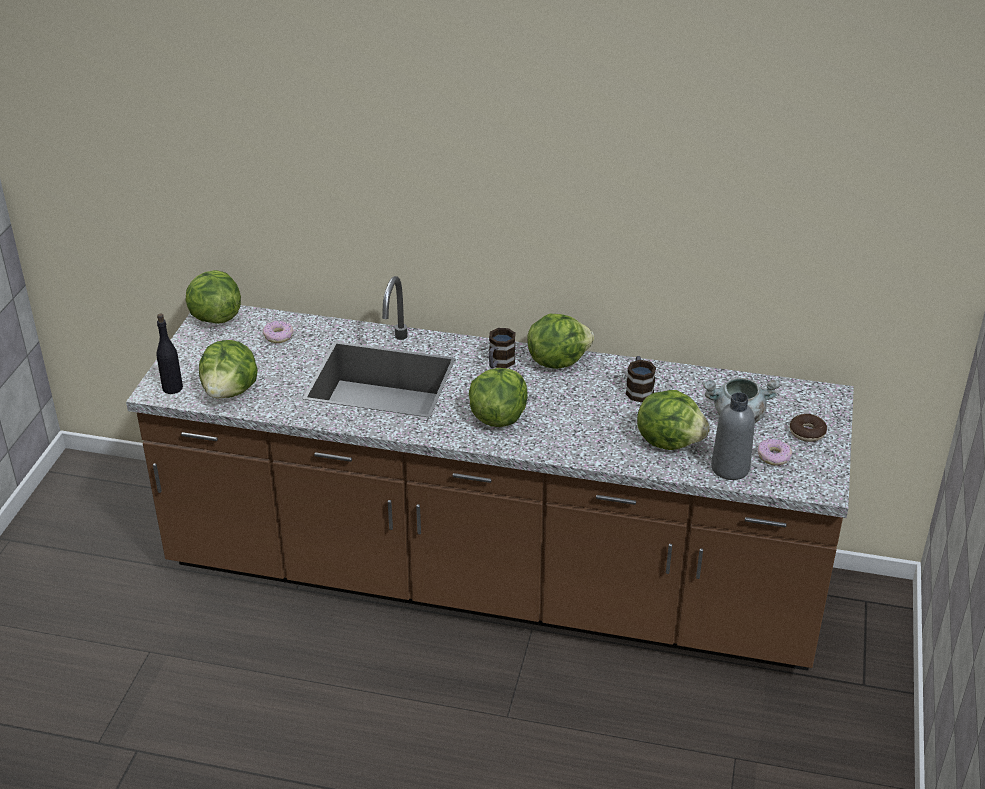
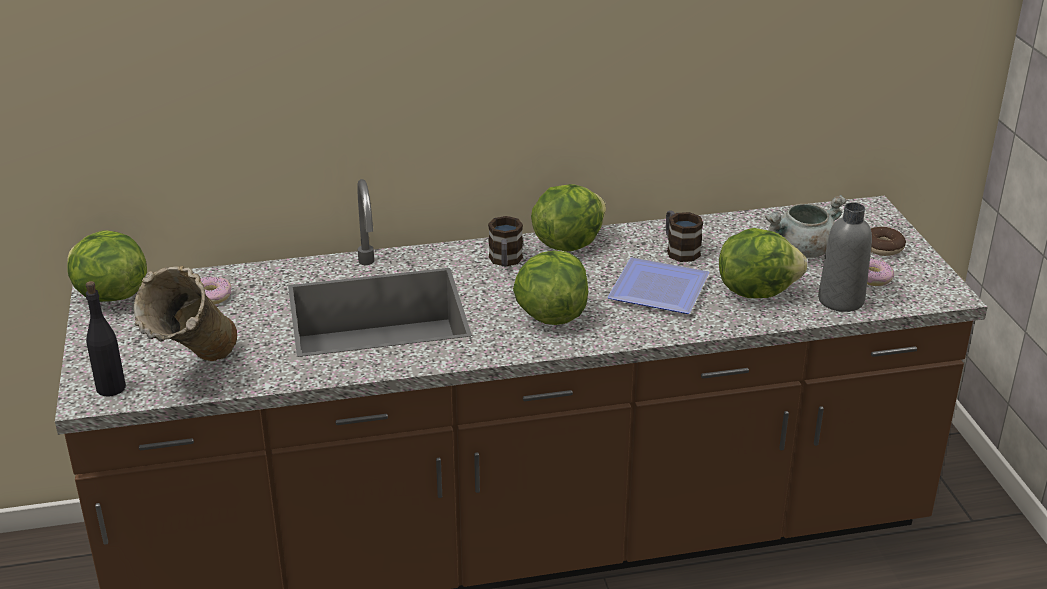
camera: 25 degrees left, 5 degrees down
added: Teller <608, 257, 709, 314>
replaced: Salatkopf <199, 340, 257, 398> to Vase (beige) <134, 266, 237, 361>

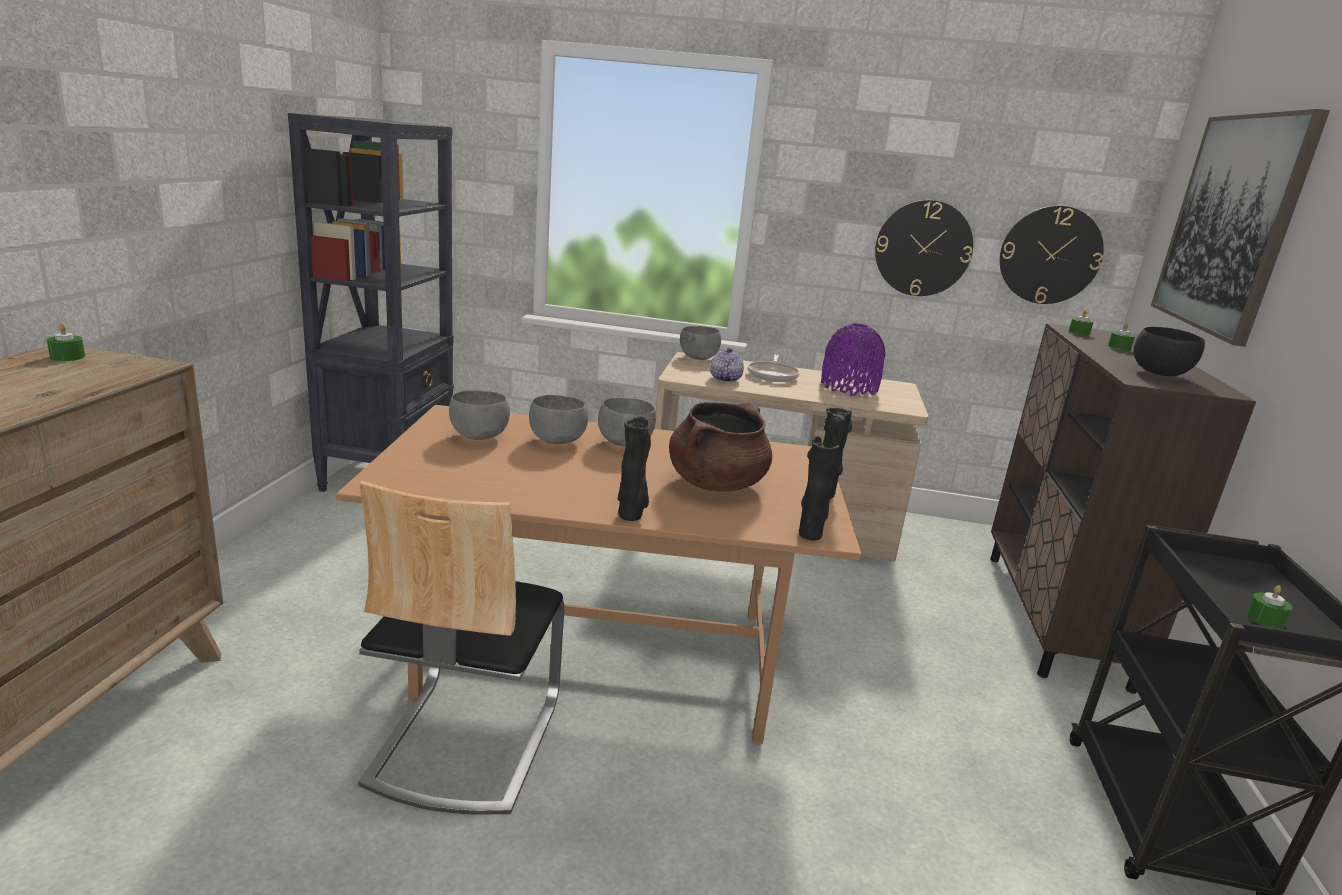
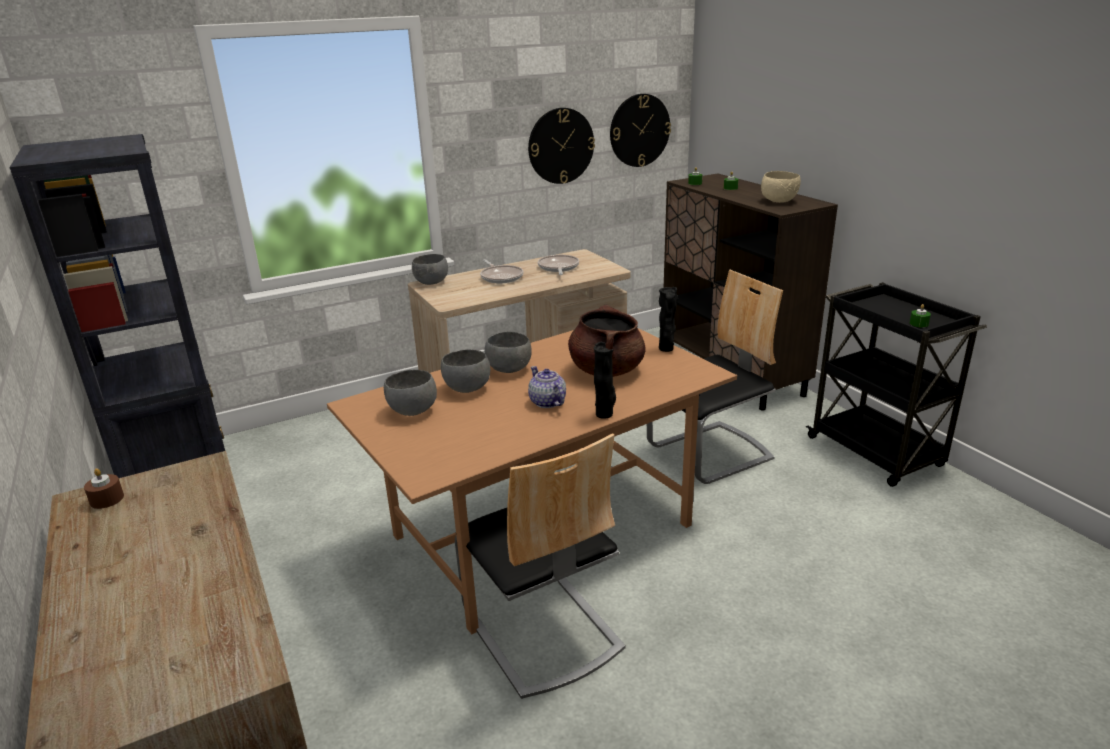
camera: 35 degrees left, 5 degrees up
removed: Vase (schwarz) <799, 436, 840, 540>; Bild <1151, 109, 1330, 347>
added: Stuhl <647, 270, 783, 484>
moved: Teekanne <710, 348, 744, 382> to <528, 366, 566, 408>
replaced: Vase (lila) <821, 323, 886, 396> to Pfanne <538, 255, 579, 275>
recoloured: Kerze (grün) <47, 323, 85, 361> to Kerze (braun) <84, 468, 124, 509>; Schüssel (schwarz) <1133, 327, 1205, 376> to Schüssel (beige) <761, 171, 801, 203>

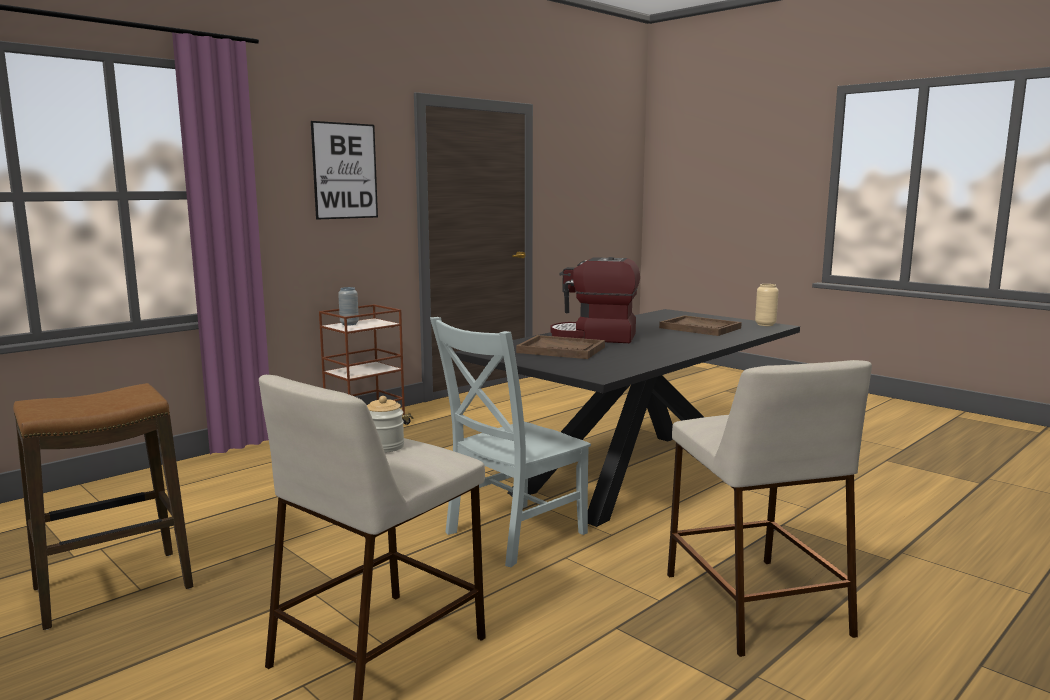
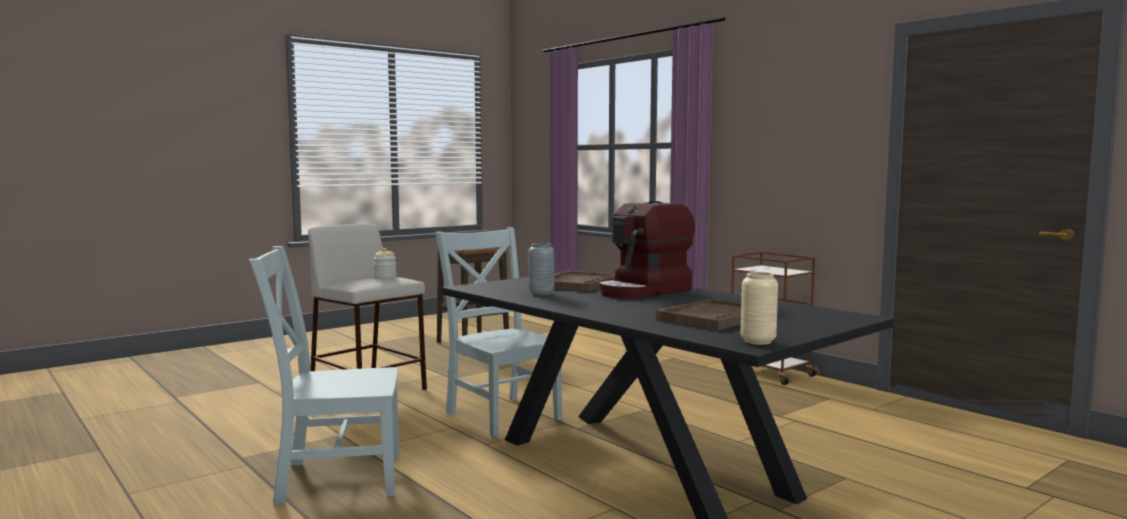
camera: 95 degrees right, 5 degrees down
removed: Bild <311, 121, 378, 220>
moved: Vase (grau) <338, 287, 359, 325> to <529, 243, 554, 295>
replaced: Hocker (beige) <667, 360, 872, 657> to Stuhl (grau) <249, 246, 399, 505>
turned: Kaffeemaschine <550, 257, 640, 343> = <598, 201, 695, 299> 150 degrees counterclockwise

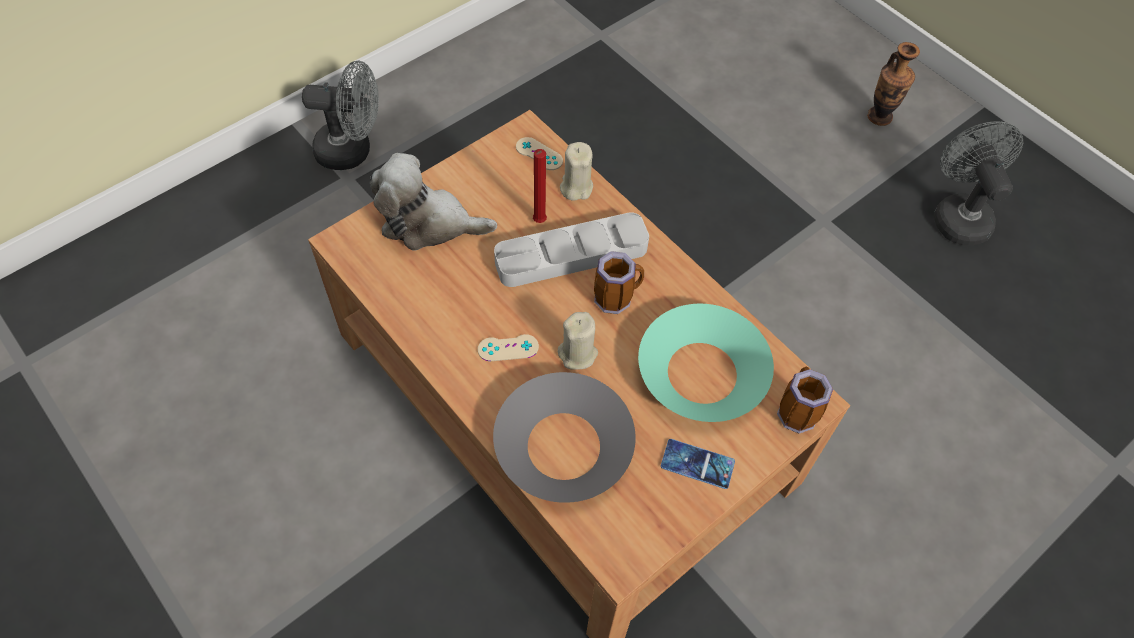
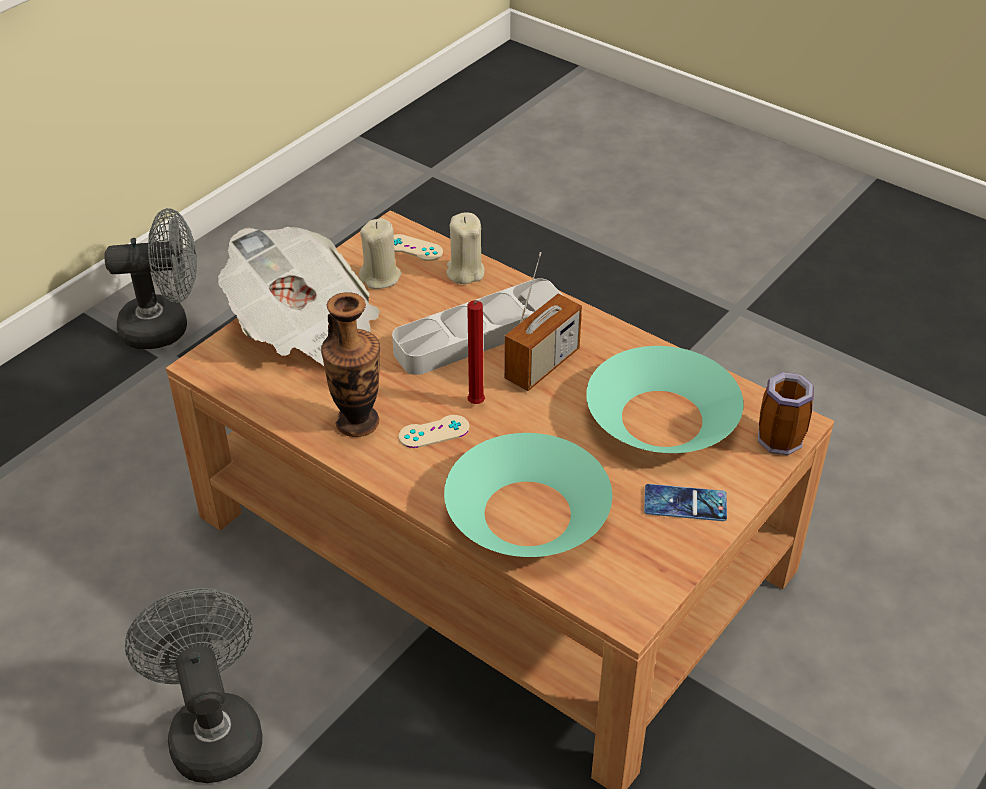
camera: 10 degrees left, 15 degrees down
moved: Kerze (rot) <533, 149, 547, 223> to <467, 300, 485, 404>; Kerze (beige) <558, 312, 598, 370> to <359, 218, 401, 289>; Vase <867, 42, 920, 126> to <321, 292, 380, 437>; Ventilator (grau) <934, 121, 1023, 245> to <125, 588, 263, 783>
replaced: Plüschtier <370, 153, 497, 251> to Zeitung <218, 227, 380, 366>; Henkelbecher <594, 251, 644, 314> to Radio <504, 252, 582, 391>
recoloured: Schüssel (grau) <493, 372, 636, 503> to Schüssel (türkis) <444, 433, 612, 557>

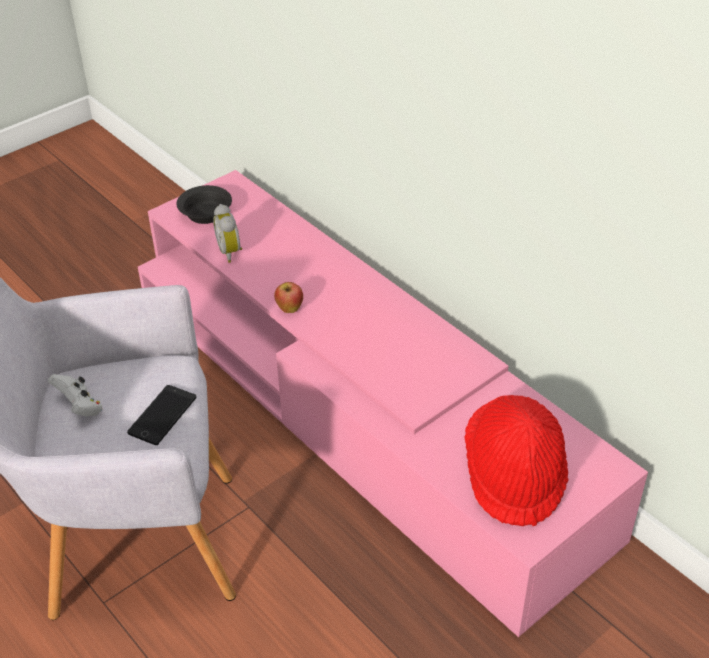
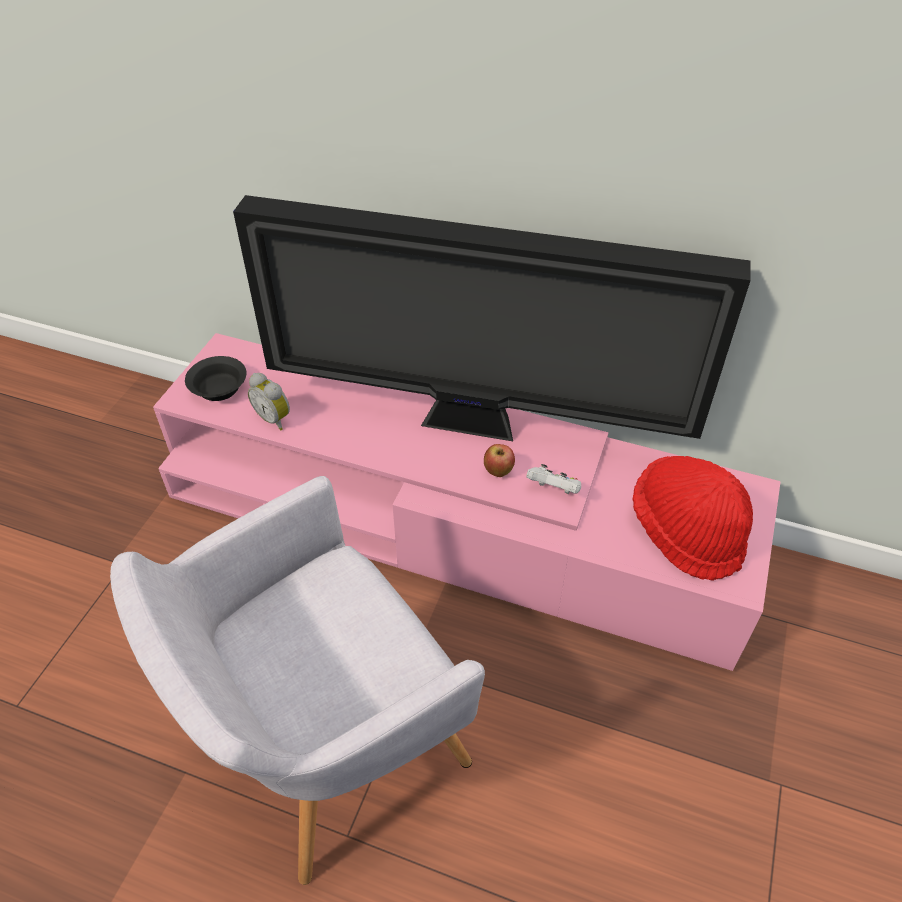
camera: 30 degrees left, 5 degrees up
removed: Handy <127, 385, 196, 445>
added: Fernseher <233, 195, 751, 441>
moved: Gamepad (weiß) <48, 374, 103, 416> to <526, 464, 581, 494>; Apfel <274, 282, 303, 313> to <484, 444, 515, 477>

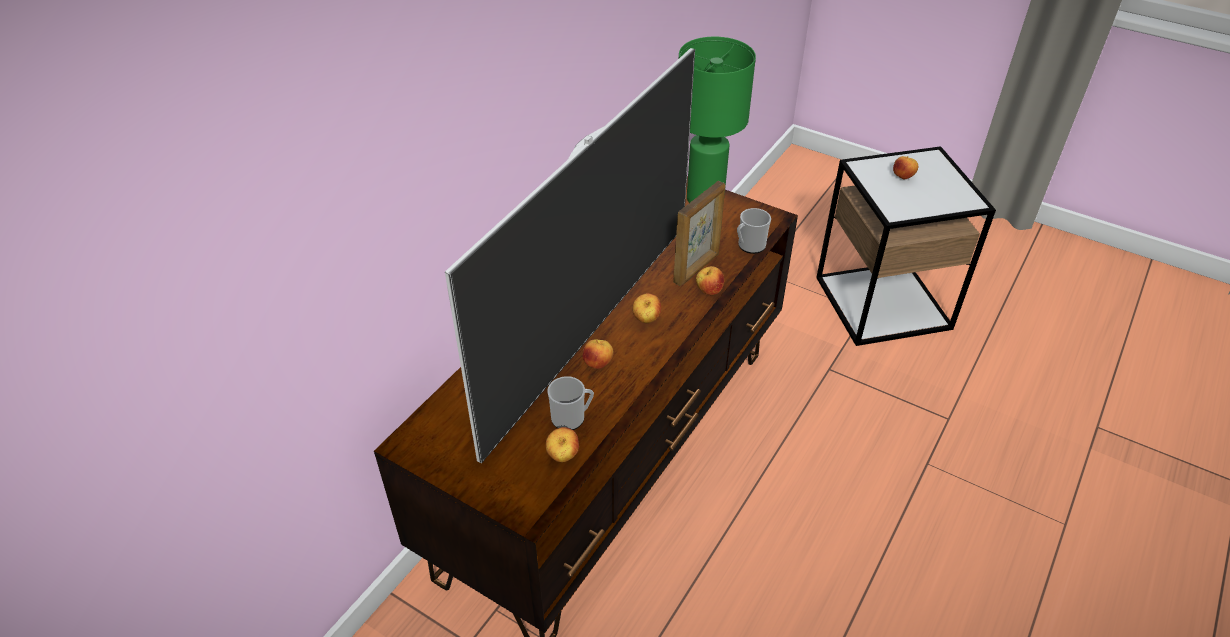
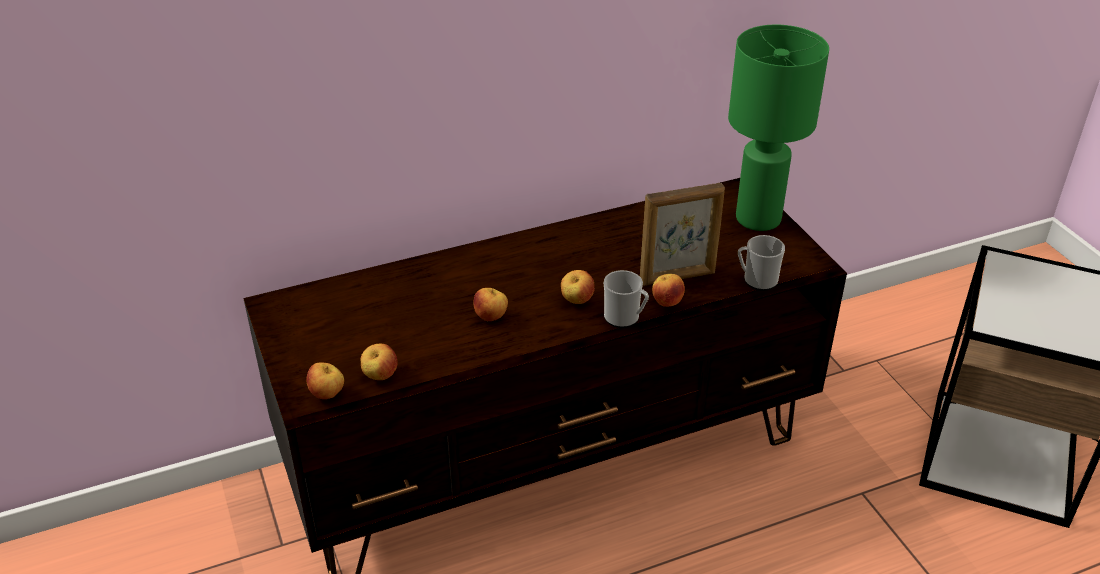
camera: 35 degrees right, 5 degrees down
removed: Fernseher <445, 48, 695, 463>
moved: Henkelbecher <547, 376, 594, 430> to <604, 270, 649, 328>; Apfel <893, 156, 918, 180> to <306, 362, 344, 399>

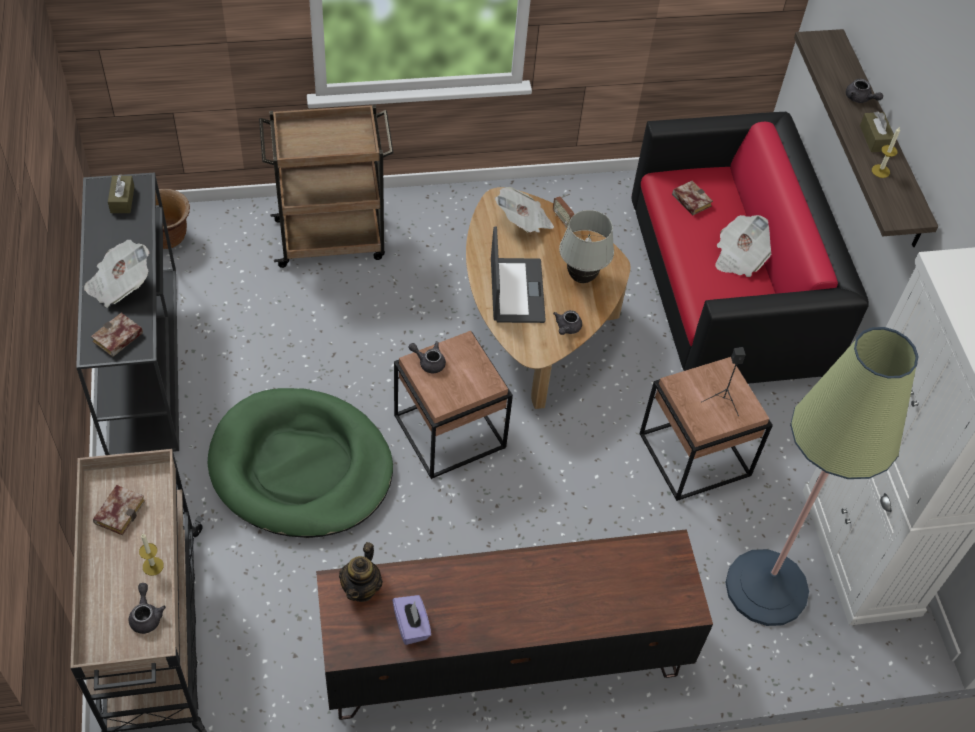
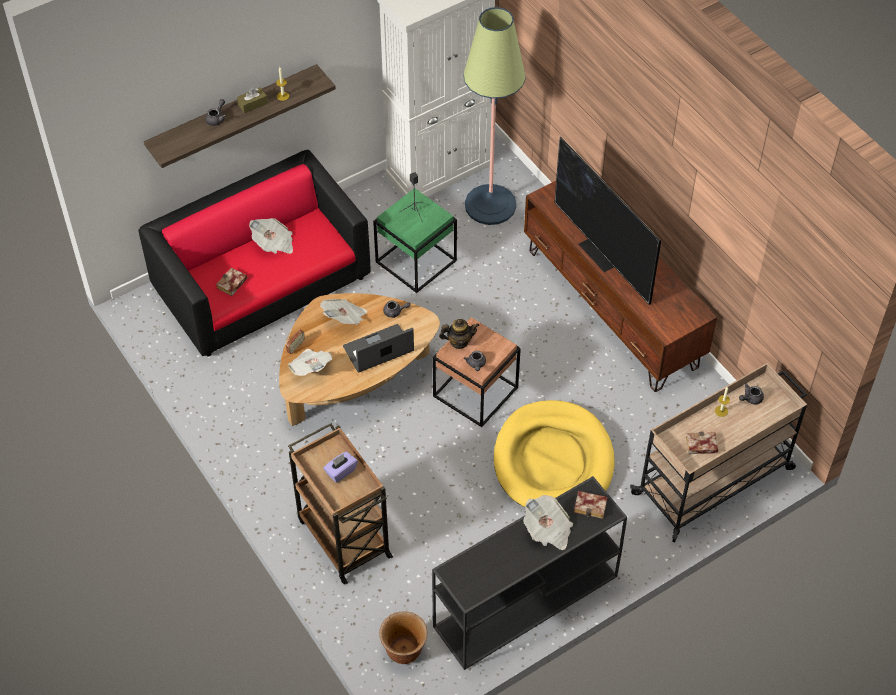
camera: 110 degrees left, 0 degrees up
removed: Taschentuchbox (braun) <108, 174, 134, 213>
added: Fernseher <554, 137, 661, 305>
moved: Teekanne <339, 542, 383, 602> to <439, 319, 479, 349>; Taschentuchbox (lila) <392, 595, 431, 645> to <323, 451, 358, 483>
replaced: Tischlampe (weiß) <559, 210, 614, 283> to Zeitung <320, 299, 368, 325>
recoloured: Hundebett (grün) <207, 388, 393, 538> to Hundebett (gelb) <494, 400, 615, 507>; Beistelltisch (braun) <640, 357, 773, 501> to Beistelltisch (grün) <373, 189, 457, 293>

